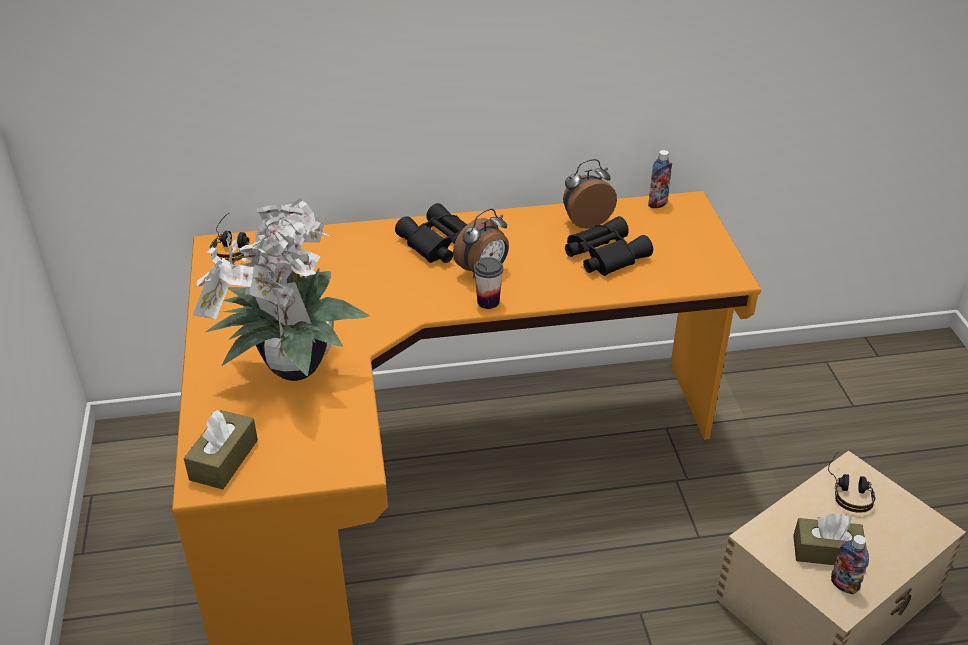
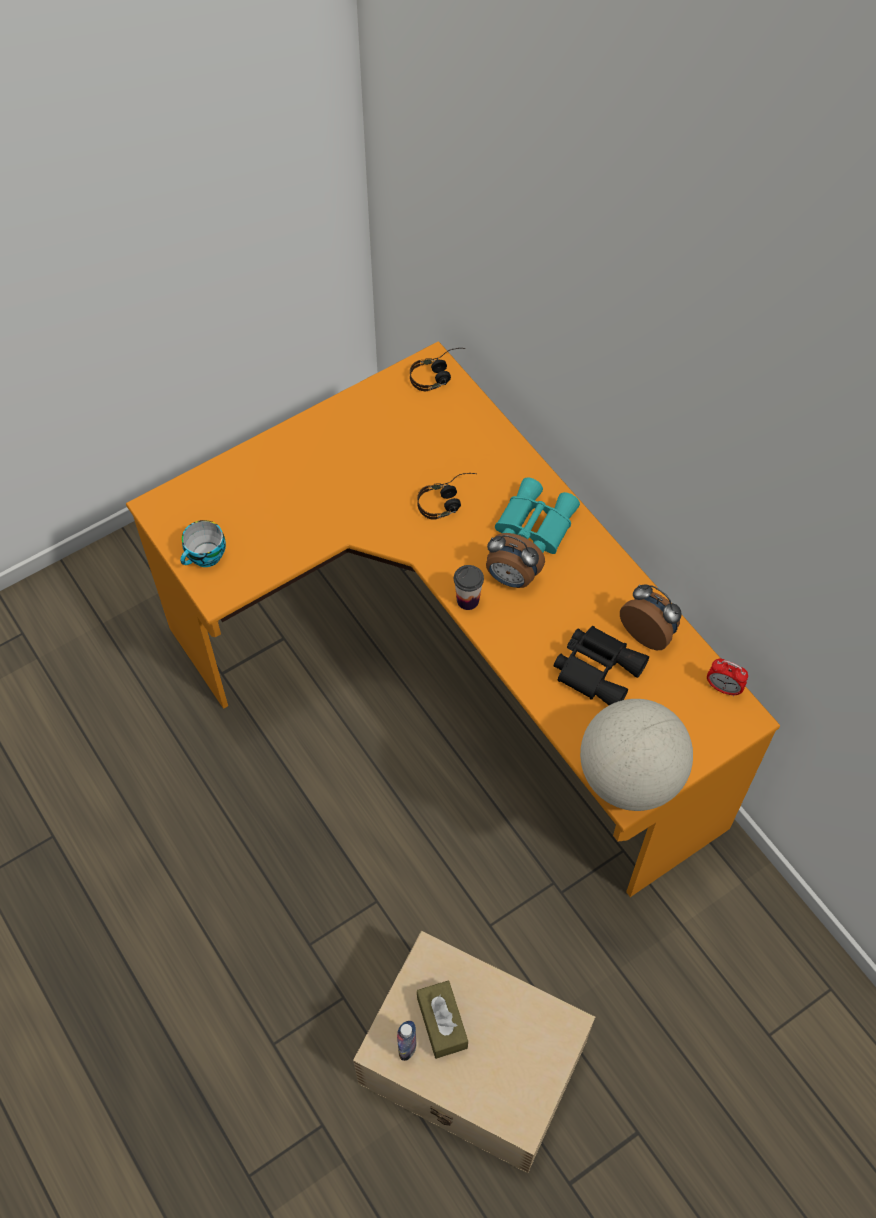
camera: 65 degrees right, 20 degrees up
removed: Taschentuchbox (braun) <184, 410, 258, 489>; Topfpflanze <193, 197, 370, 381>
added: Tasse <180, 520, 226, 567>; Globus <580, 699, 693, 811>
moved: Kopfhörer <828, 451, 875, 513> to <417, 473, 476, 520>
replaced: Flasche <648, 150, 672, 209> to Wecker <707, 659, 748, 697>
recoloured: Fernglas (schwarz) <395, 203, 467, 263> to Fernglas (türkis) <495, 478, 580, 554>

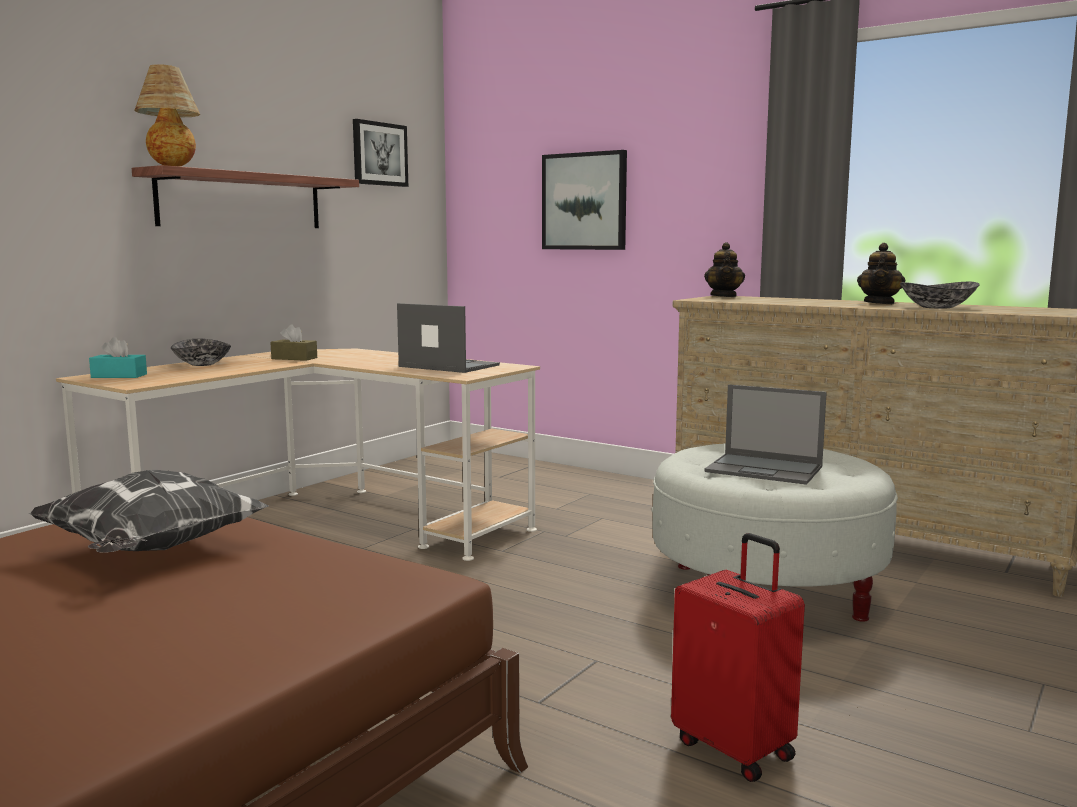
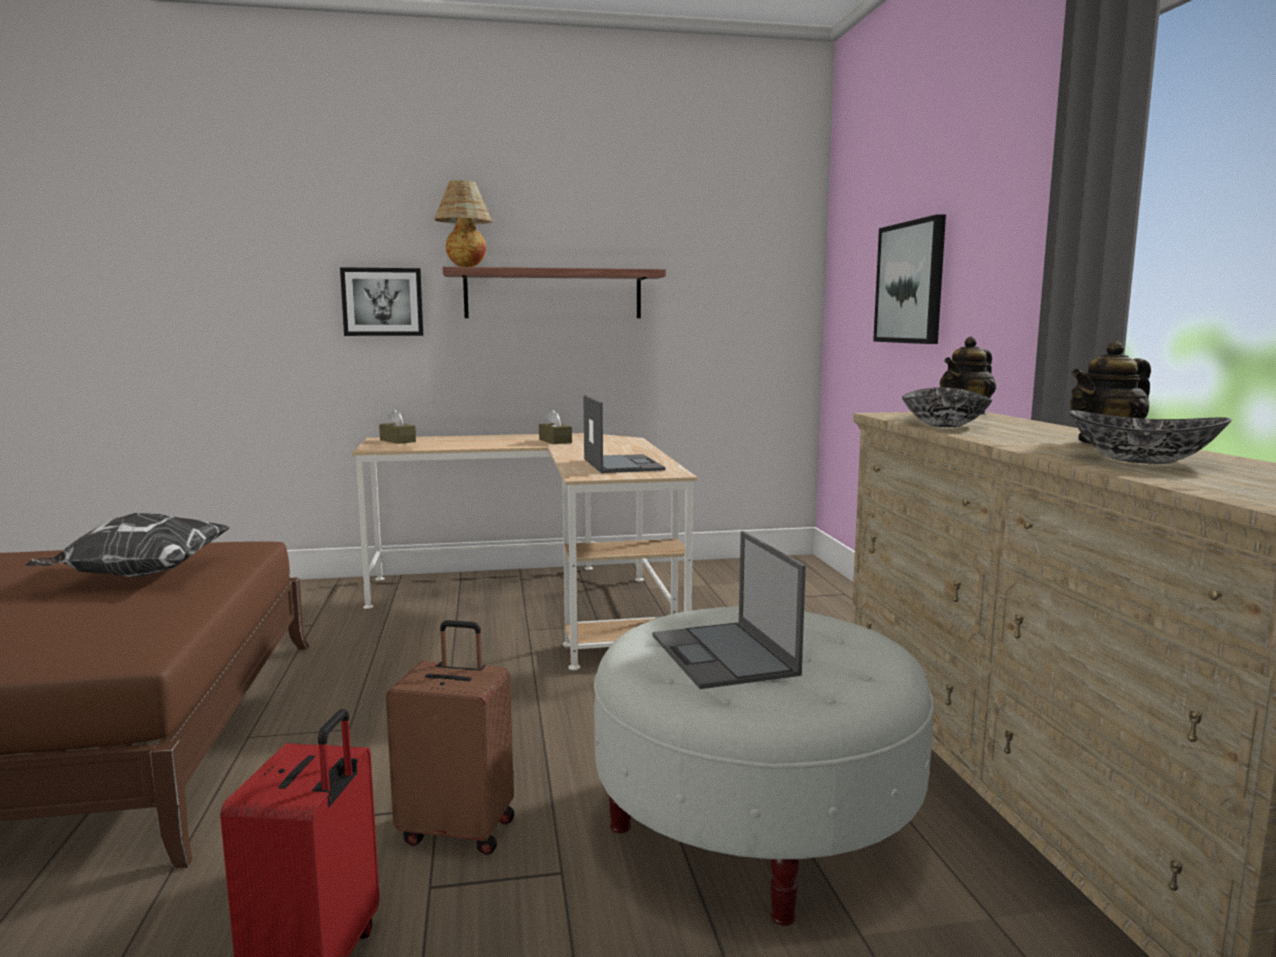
camera: 45 degrees right, 0 degrees up
added: Koffer (braun) <386, 620, 514, 855>
moved: Schüssel <171, 339, 231, 366> to <902, 387, 993, 427>; Bild <353, 119, 408, 187> to <340, 267, 424, 336>
recoloured: Taschentuchbox (türkis) <89, 337, 147, 378> to Taschentuchbox (braun) <379, 409, 416, 444>

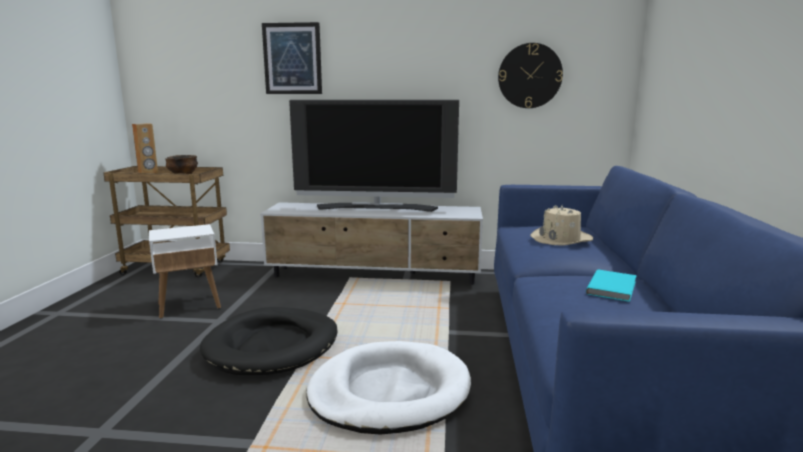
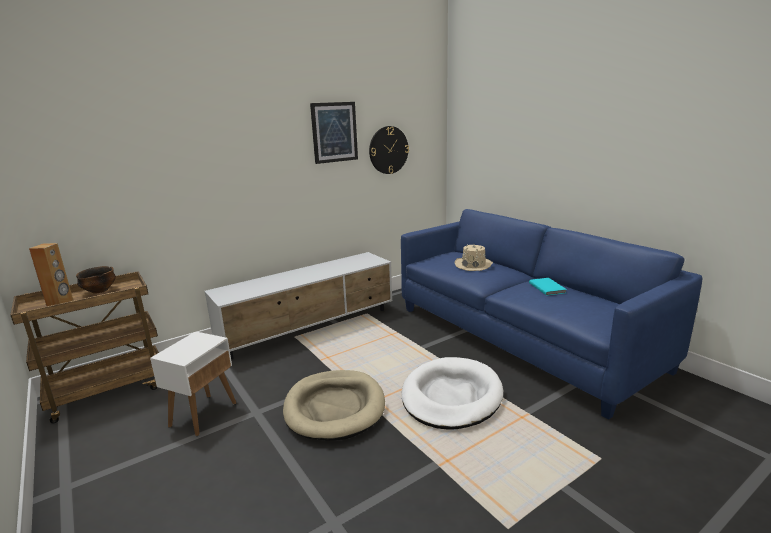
camera: 40 degrees left, 5 degrees up
removed: Fernseher <289, 100, 459, 212>
moved: Bild <262, 22, 322, 94> to <310, 102, 358, 164>
recoloured: Hundebett (schwarz) <200, 307, 337, 375> to Hundebett (beige) <283, 370, 385, 441>

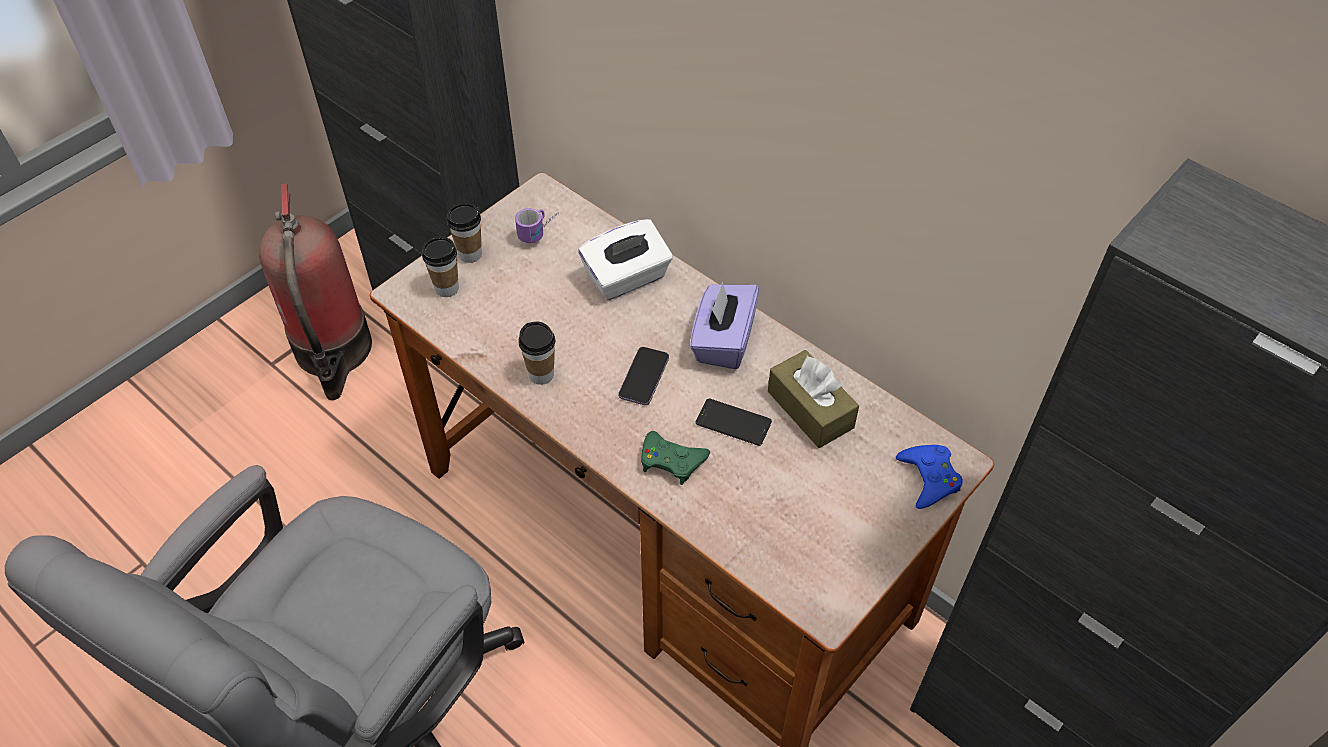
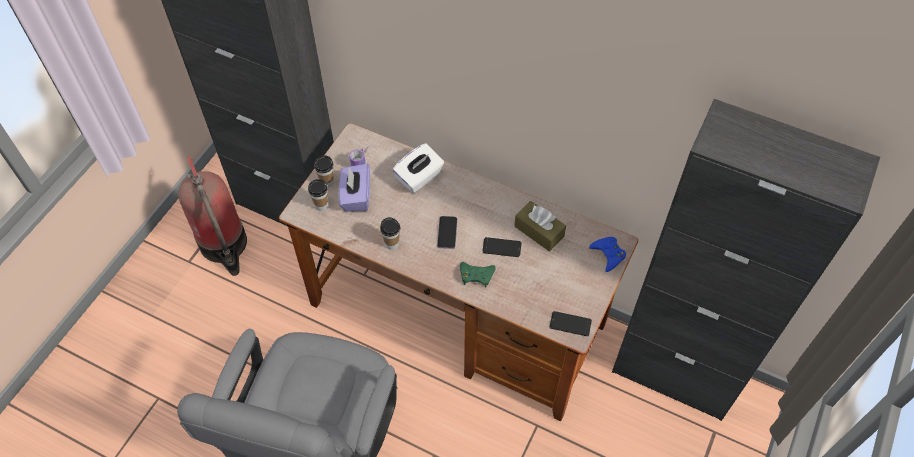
camera: 15 degrees left, 5 degrees up
added: Handy <550, 311, 592, 336>
moved: Taschentuchbox (lila) <690, 282, 759, 370> to <339, 163, 370, 212>

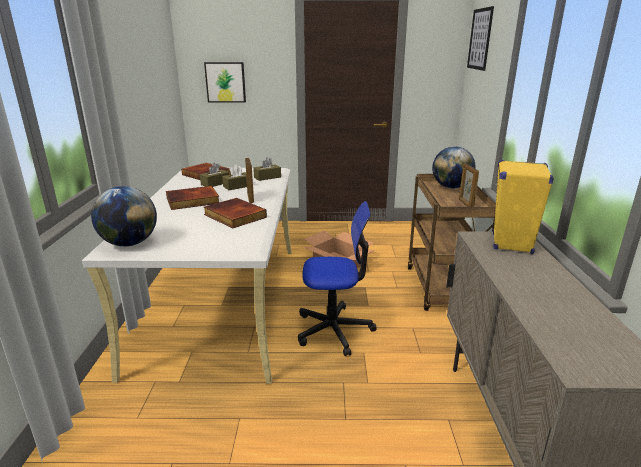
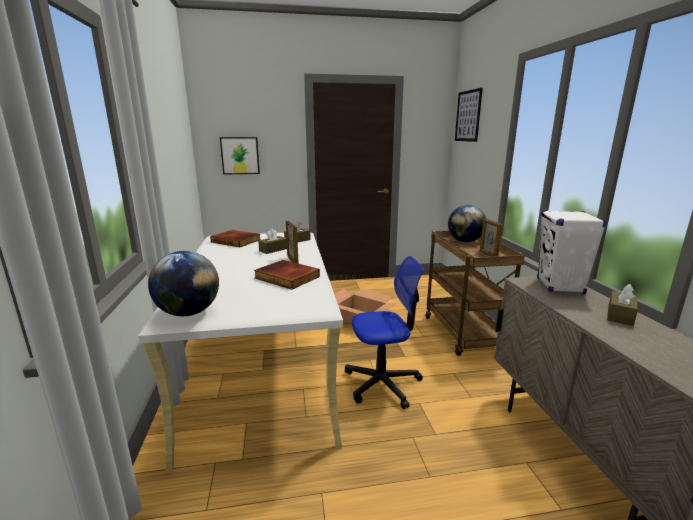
camera: 10 degrees left, 5 degrees down
removed: Buch <166, 186, 219, 210>
moved: Taschentuchbox (braun) <200, 163, 229, 187> to <607, 284, 638, 326>
recoloured: Lautsprecher (gelb) <493, 160, 554, 254> to Lautsprecher (weiß) <537, 210, 607, 294>

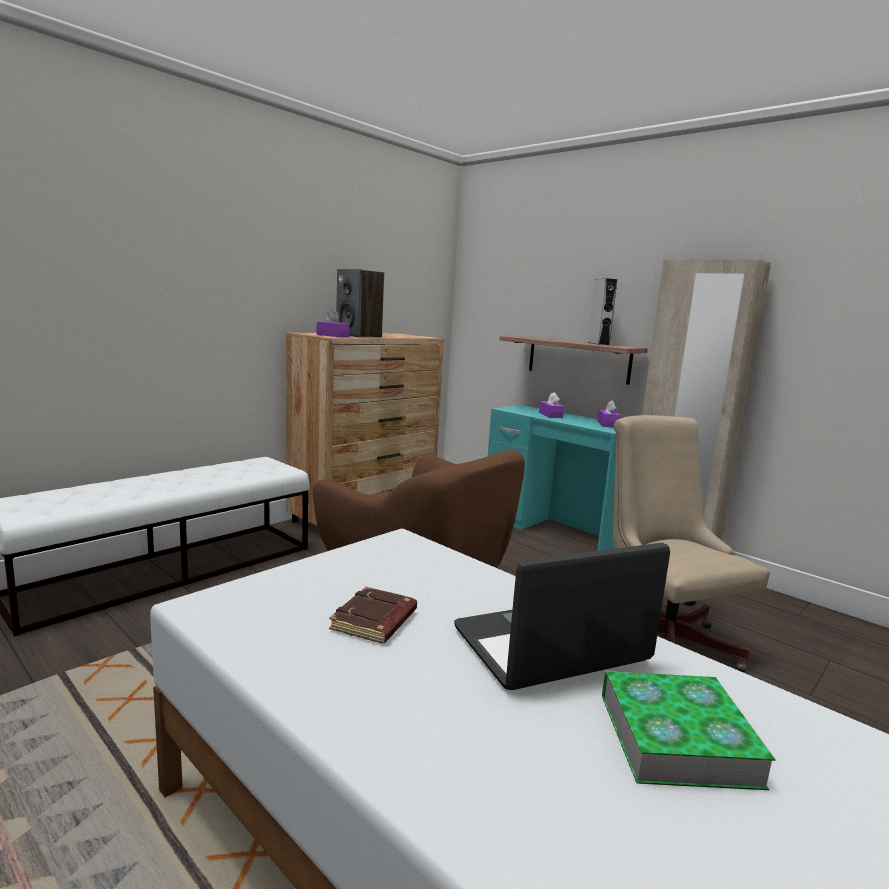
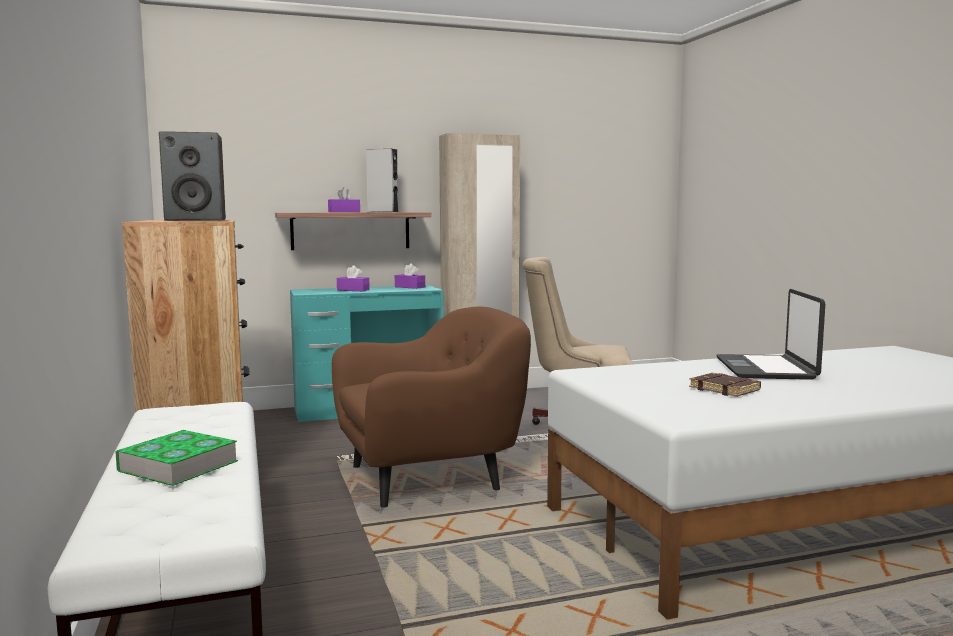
camera: 60 degrees left, 5 degrees down
moved: Taschentuchbox (lila) <317, 309, 350, 337> to <328, 187, 360, 212>; Buch <602, 671, 776, 790> to <115, 430, 238, 486>

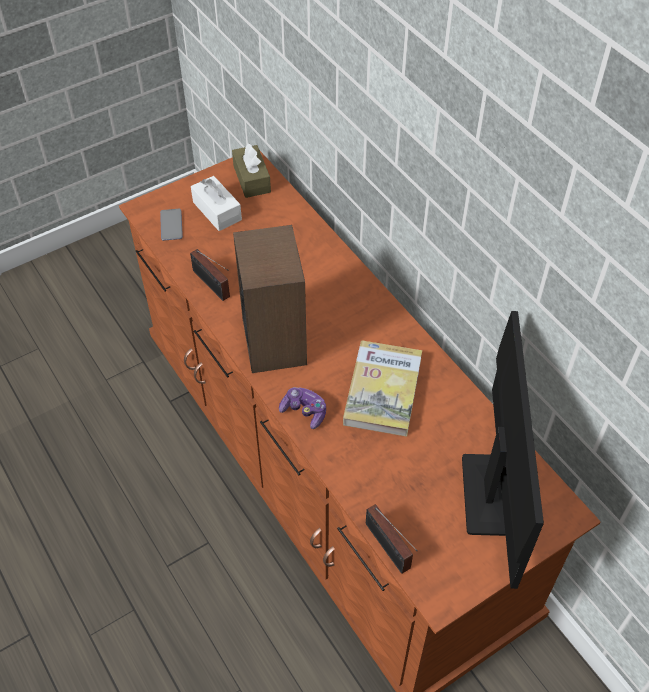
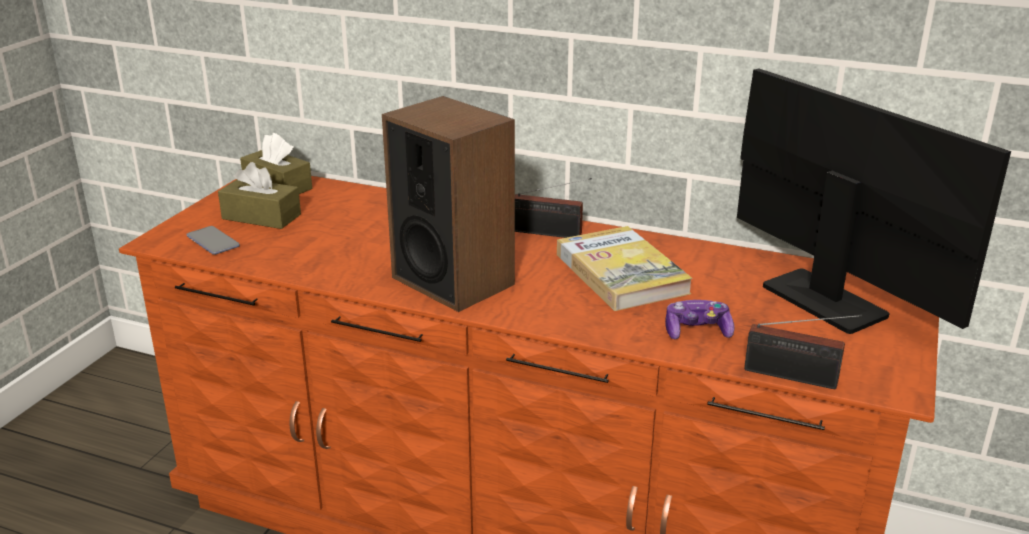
camera: 35 degrees left, 25 degrees down
moved: Radio <190, 249, 230, 301> to <515, 178, 592, 238>; Gamepad <279, 387, 326, 429> to <665, 300, 734, 339>
recoloured: Taschentuchbox (weiß) <191, 176, 242, 231> to Taschentuchbox (braun) <218, 162, 301, 229>

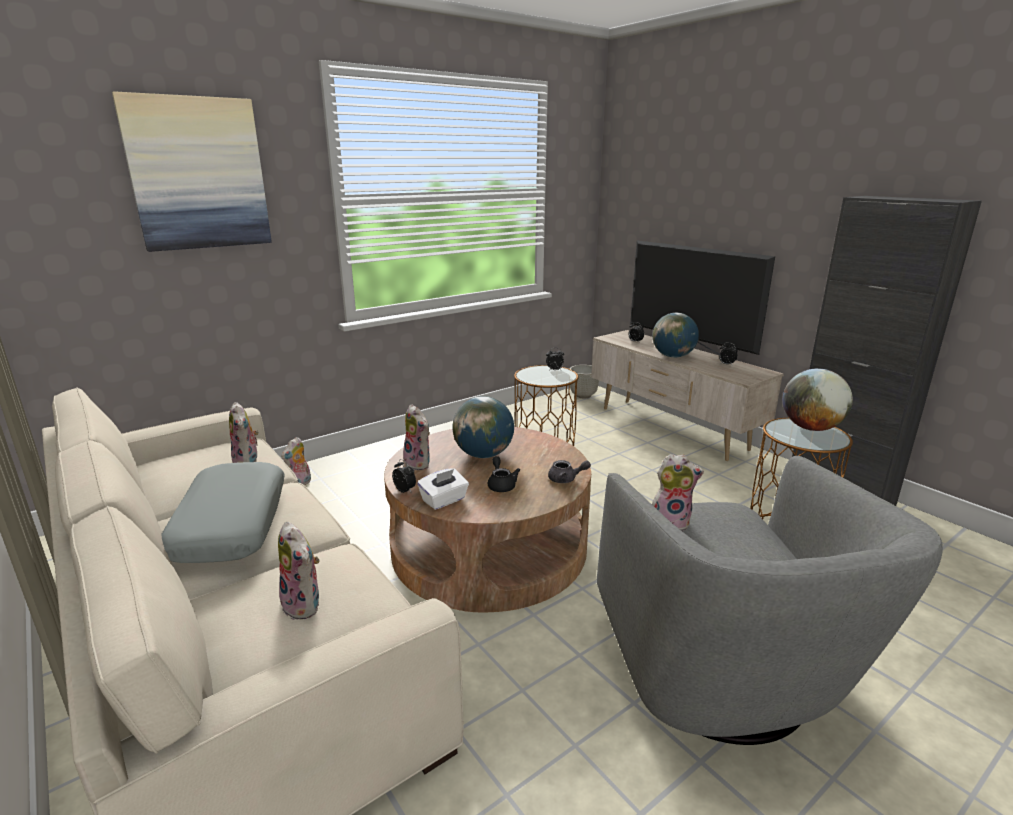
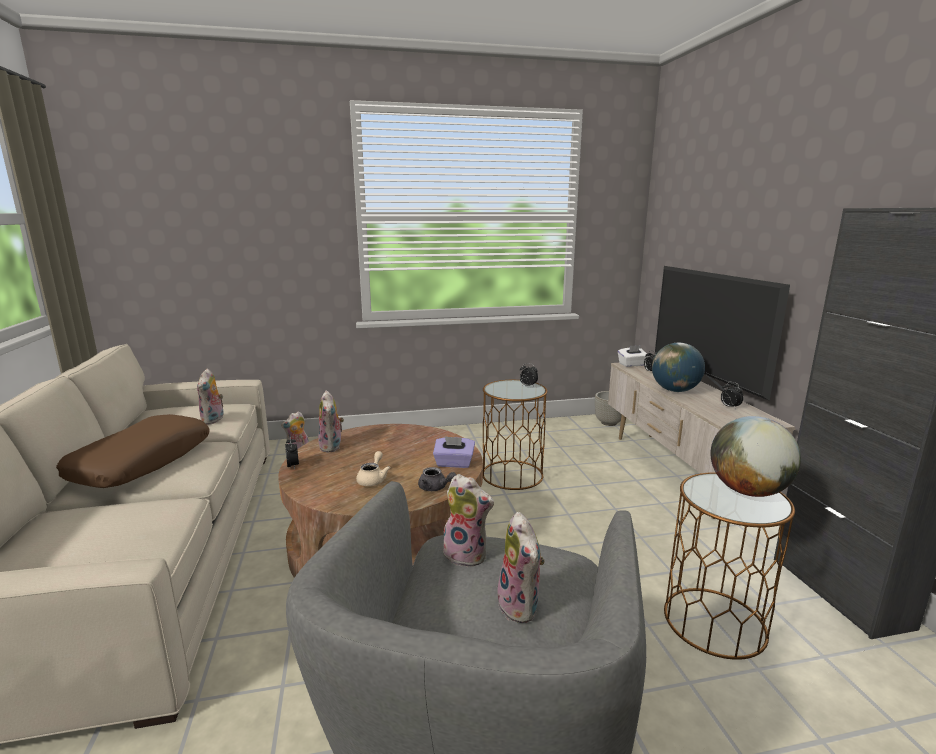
camera: 25 degrees right, 5 degrees down
removed: Bild <112, 91, 272, 252>; Globus <452, 396, 514, 458>
added: Taschentuchbox (lila) <433, 436, 475, 468>
moved: Plüschtier <278, 522, 320, 620> to <497, 512, 545, 623>; Taschentuchbox (weiß) <417, 468, 469, 510> to <618, 345, 649, 367>
recoloured: Kissen (grau) <161, 462, 285, 563> to Kissen (braun) <56, 414, 210, 488>; Teekanne (schwarz) <488, 456, 520, 492> to Teekanne (beige) <356, 451, 390, 486>

